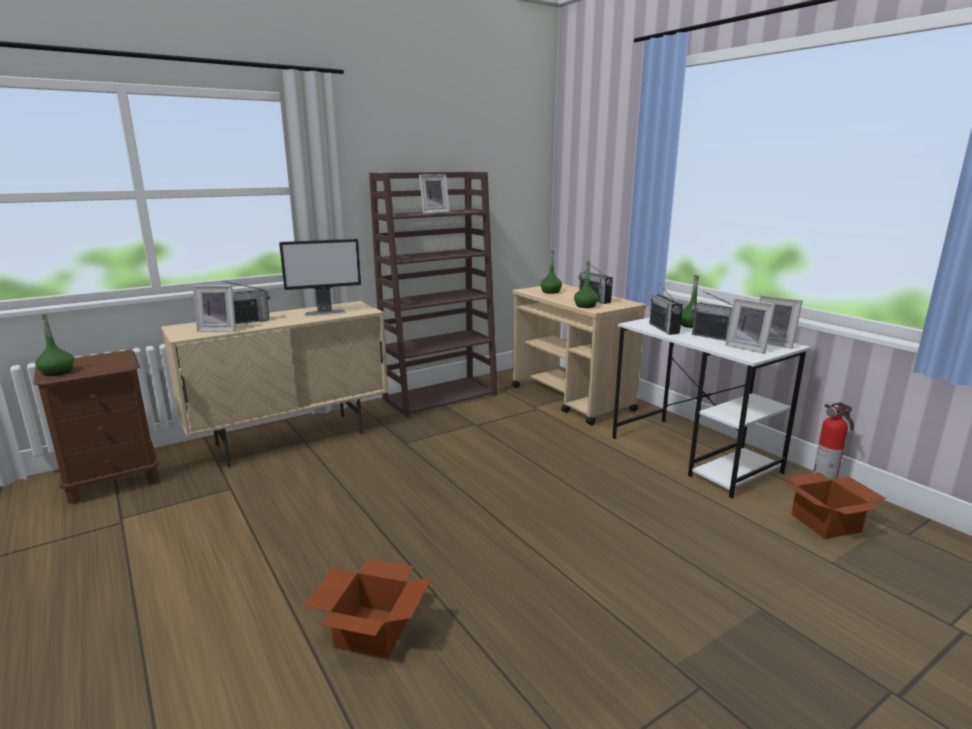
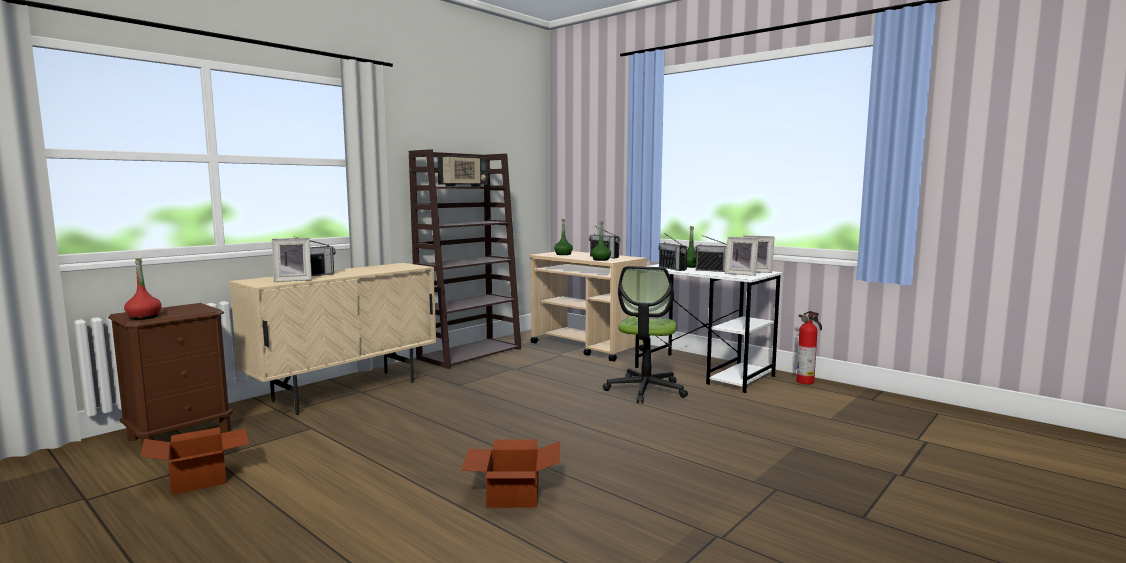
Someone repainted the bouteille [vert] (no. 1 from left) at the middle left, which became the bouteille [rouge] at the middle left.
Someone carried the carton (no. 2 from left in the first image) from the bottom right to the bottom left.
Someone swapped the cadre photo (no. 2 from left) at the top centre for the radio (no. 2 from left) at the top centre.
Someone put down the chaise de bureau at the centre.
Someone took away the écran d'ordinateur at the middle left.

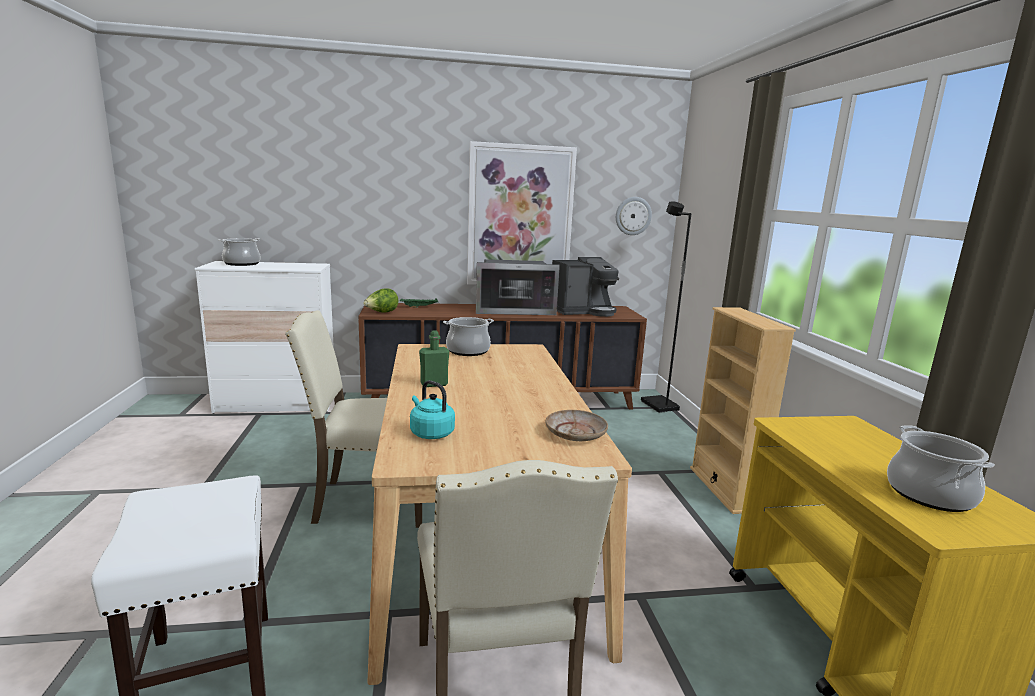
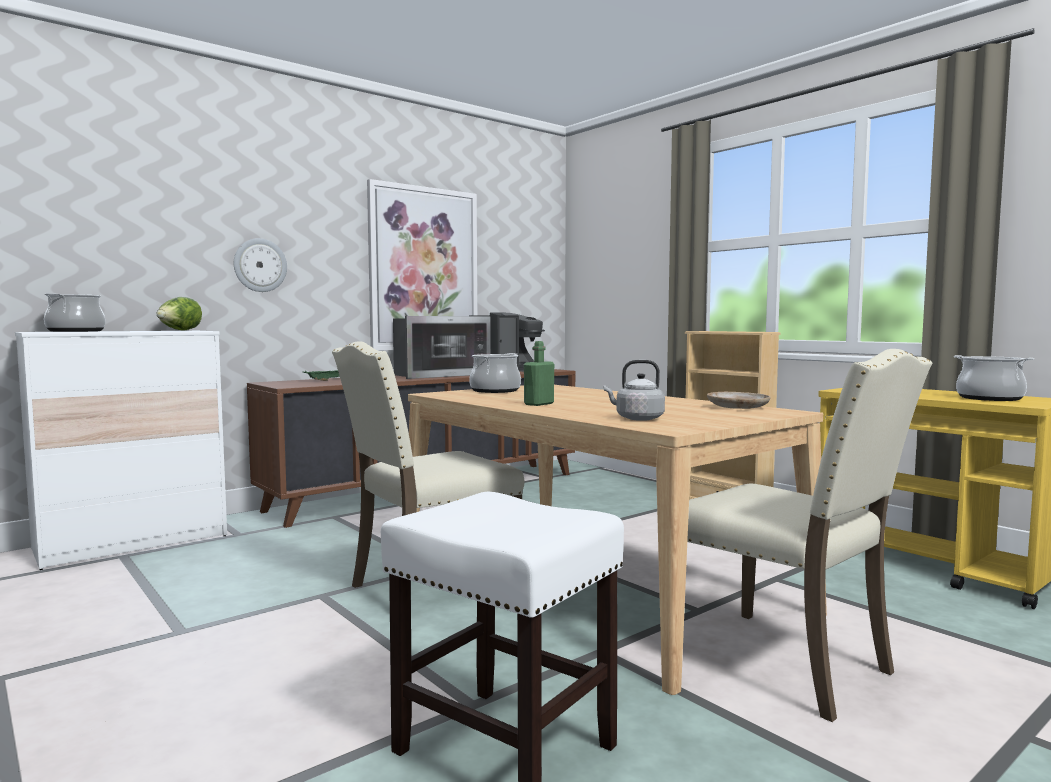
Someone carried the laitue from the centre to the middle left.
Someone carried the horloge murale from the top centre to the middle left.
Someone repainted the bouilloire [turquoise] at the centre, which became the bouilloire [gris] at the centre.
Someone took away the lampadaire [noir] at the centre.

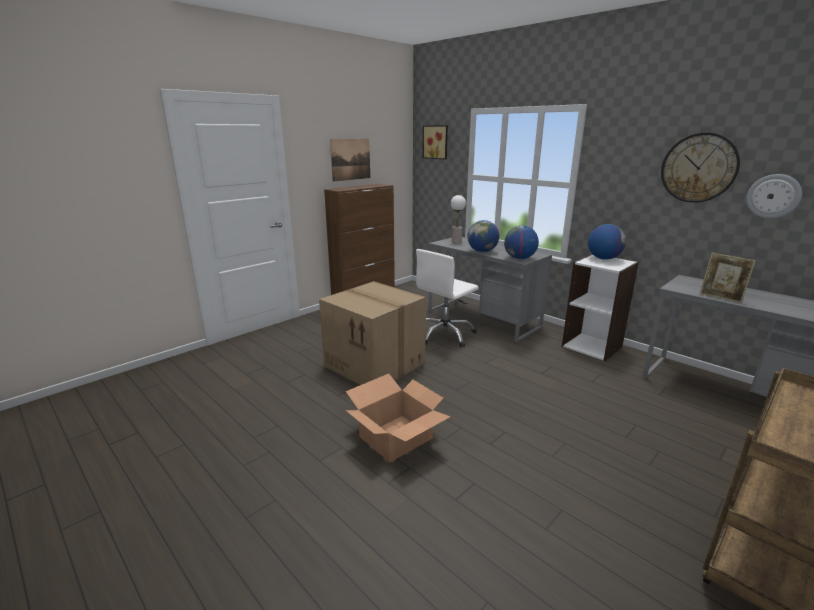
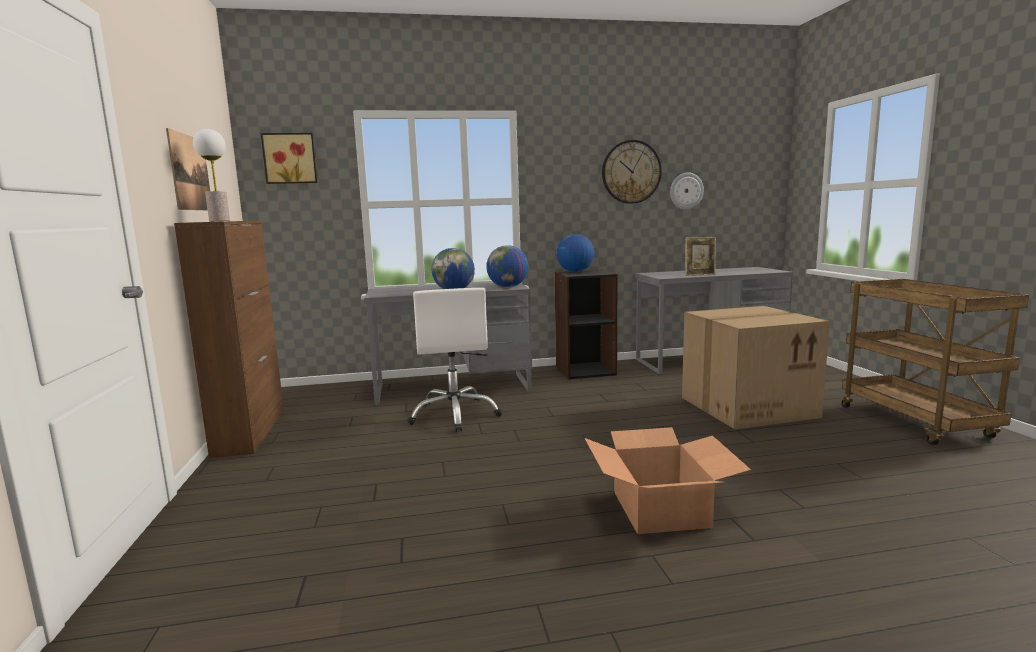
Someone carried the lampe de table from the centre to the top left.
Someone repainted the bibliothèque [blanc] at the middle right, which became the bibliothèque [noir] at the centre.
Someone carried the carton (no. 1 from left in the first image) from the centre to the middle right.

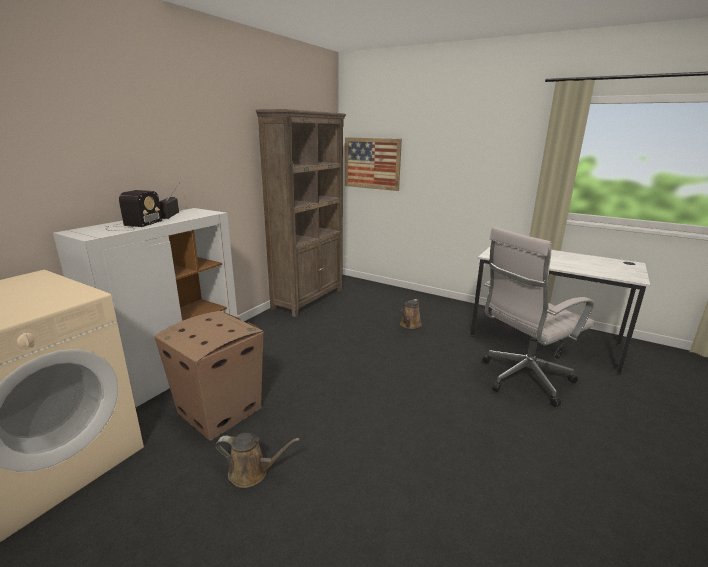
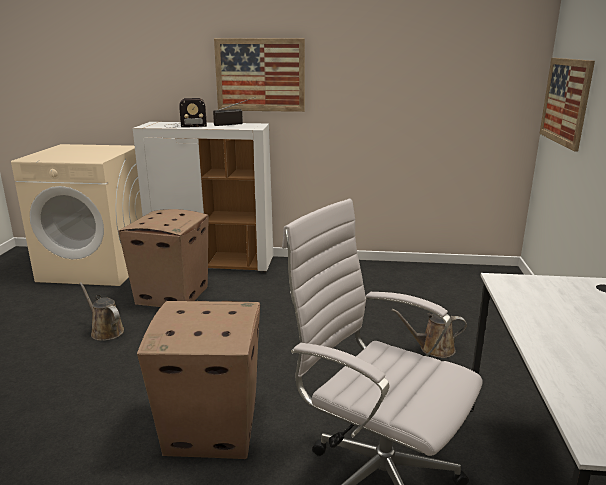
Someone rotated the arrosoir [marron] (no. 1 from left) at the bottom centre by 150 degrees clockwise.
Someone put down the carton (no. 2 from left) at the bottom left.
Someone put up the tableau (no. 1 from left) at the top centre.
Someone took away the bibliothèque [marron] at the centre.

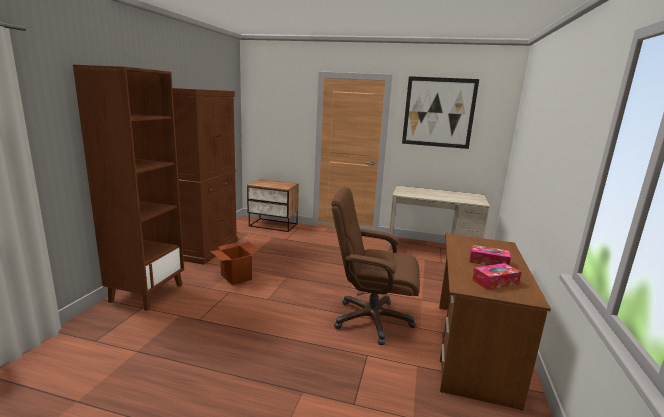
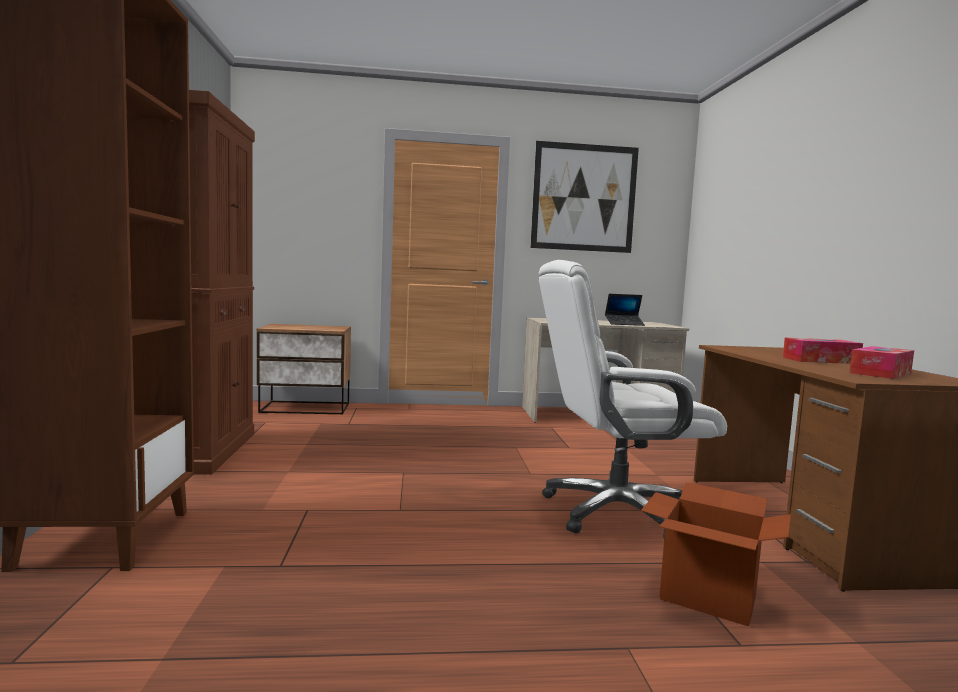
Someone repainted the chaise de bureau [marron] at the centre, which became the chaise de bureau [blanc] at the centre.
Someone put down the ordinateur portable at the centre.
Someone carried the carton from the centre to the bottom right.

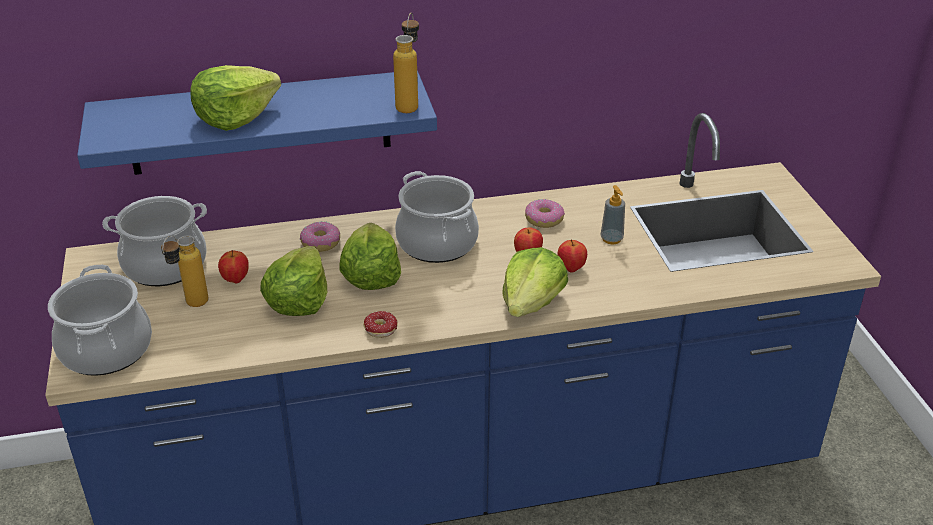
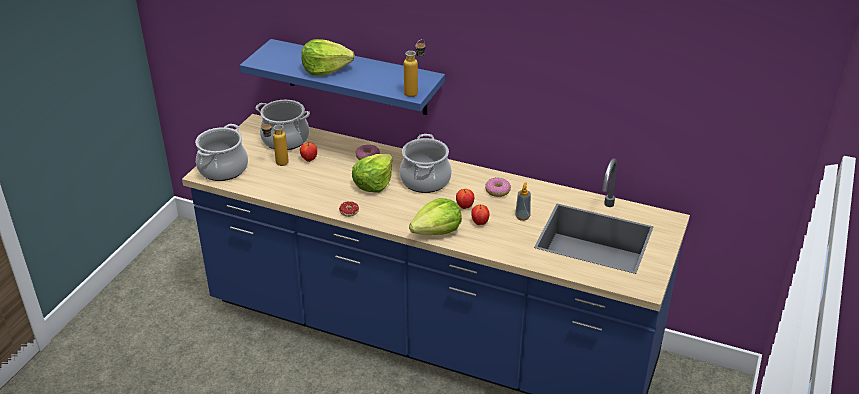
Someone took away the laitue (no. 2 from left) at the middle left.

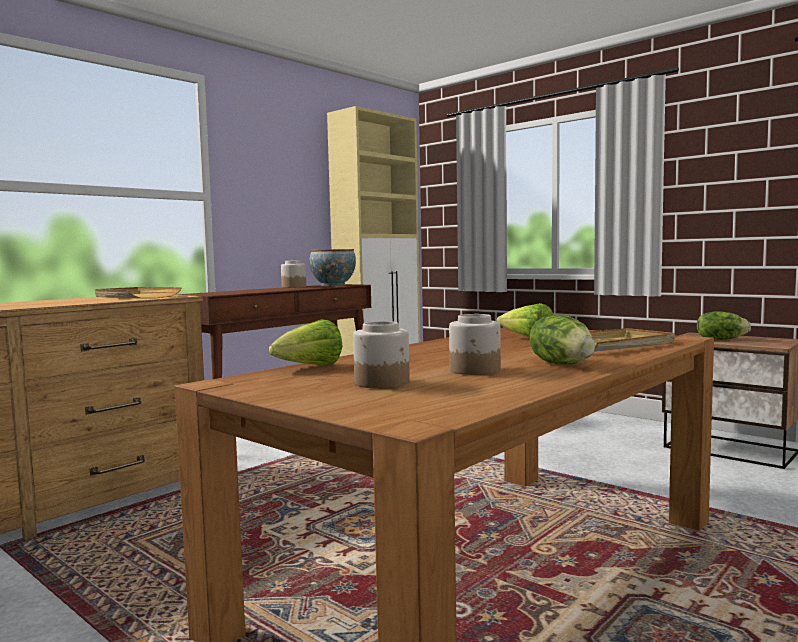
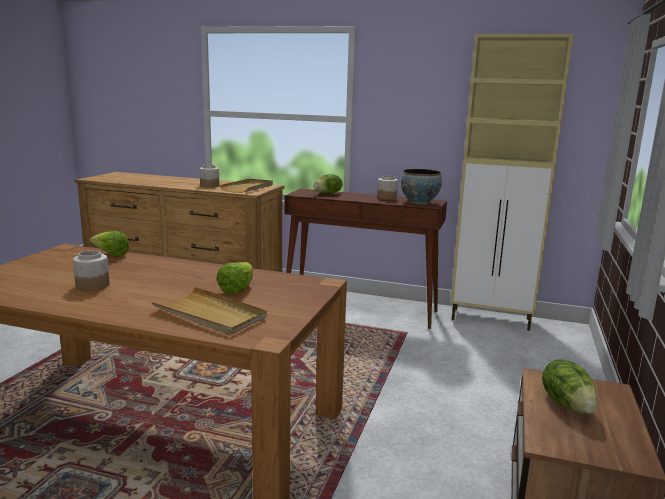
Someone carried the bocal (no. 2 from left) from the centre to the middle left.
Someone carried the laitue (no. 3 from left) from the middle right to the centre.

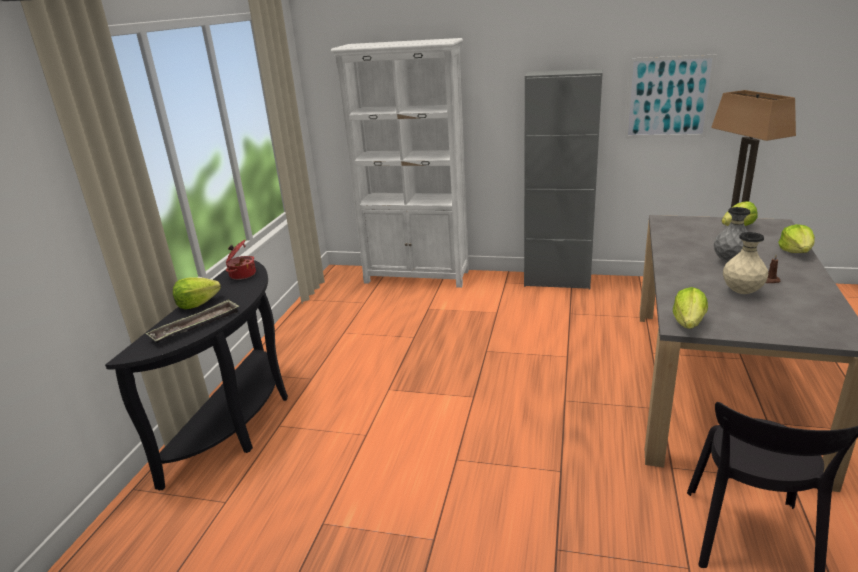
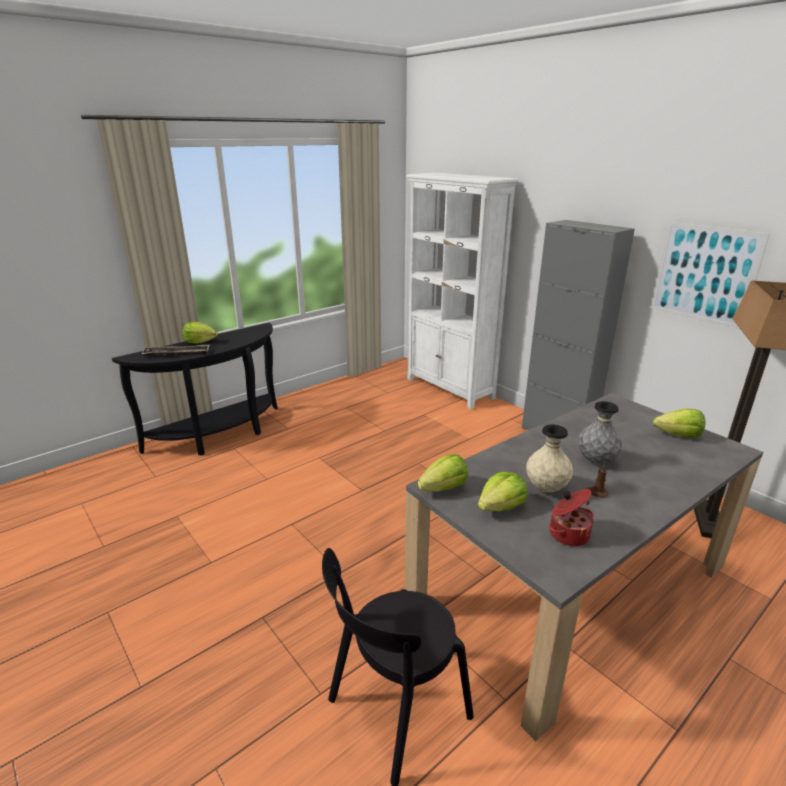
Someone carried the laitue (no. 4 from left in the first image) from the middle right to the centre.
Someone carried the marmite from the middle left to the middle right.

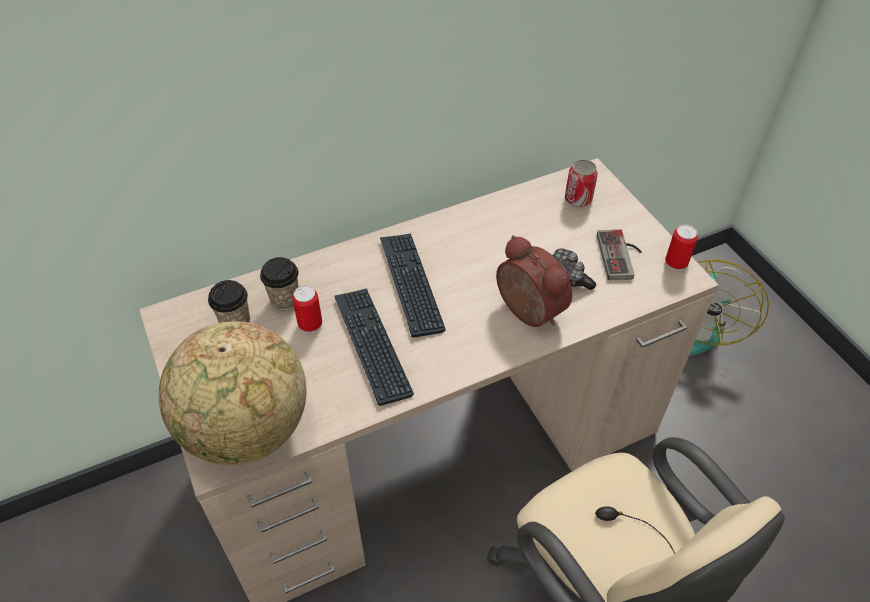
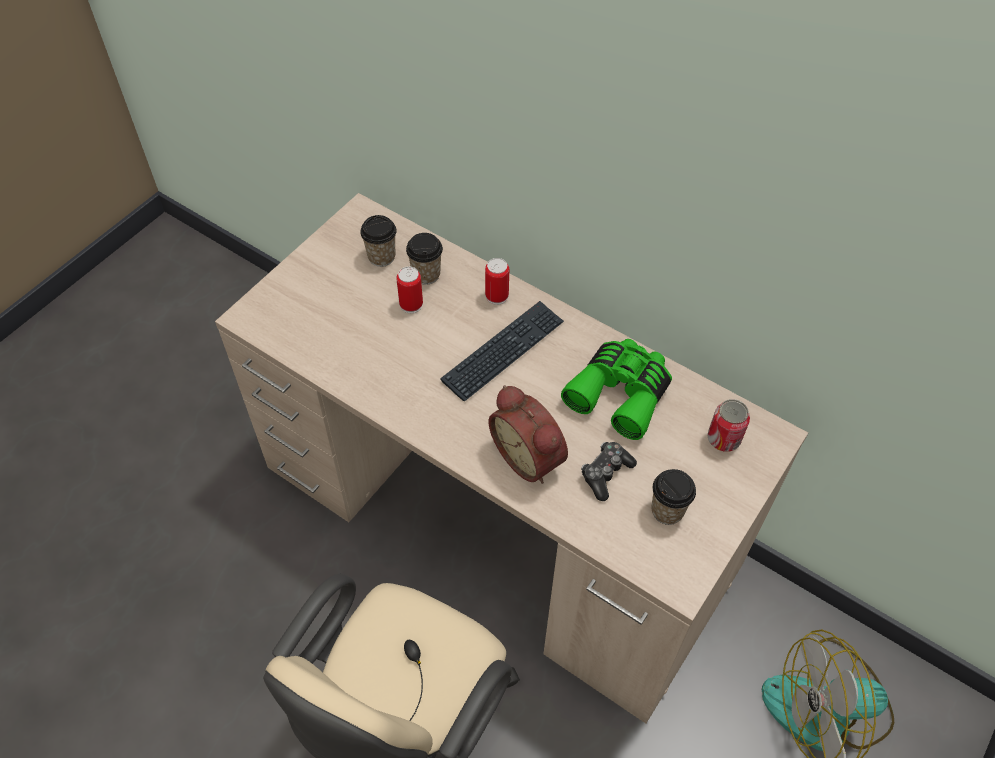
Someone carried the boîte métallique (no. 3 from left in the first image) from the middle right to the centre.
Someone rotated the réveil at the centre by 120 degrees clockwise.
Someone put down the jumelles [vert] at the centre.
Someone swapped the manette (no. 2 from left) at the middle right for the tasse (no. 3 from left) at the middle right.
Someone took away the globe at the middle left.
Someone took away the clavier (no. 1 from left) at the centre.

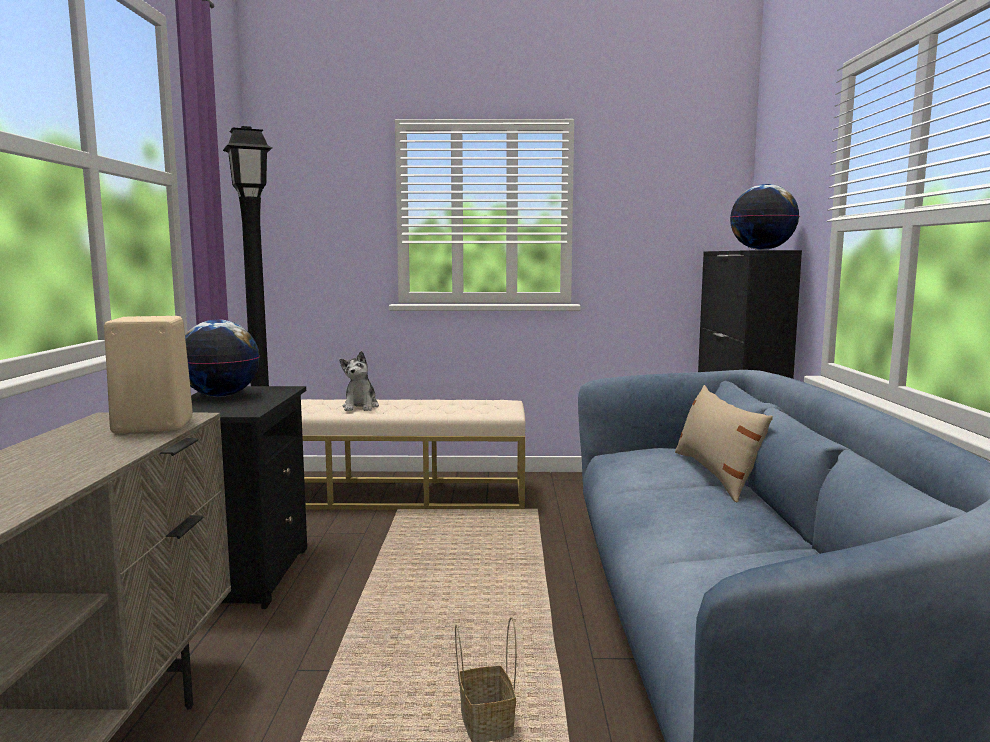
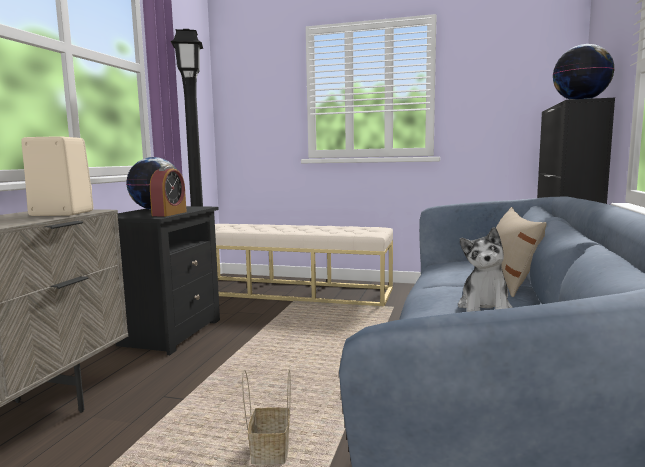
Someone put down the réveil at the middle left.
Someone carried the peluche from the centre to the middle right.

